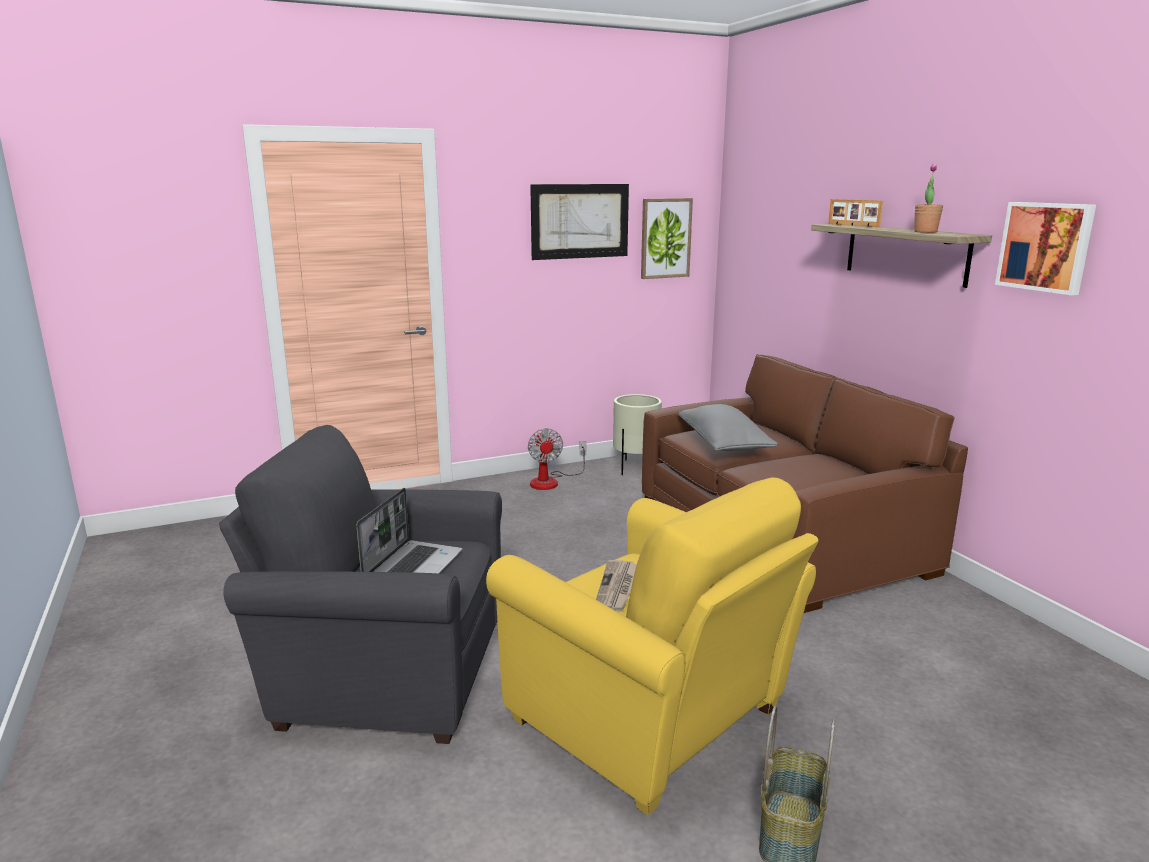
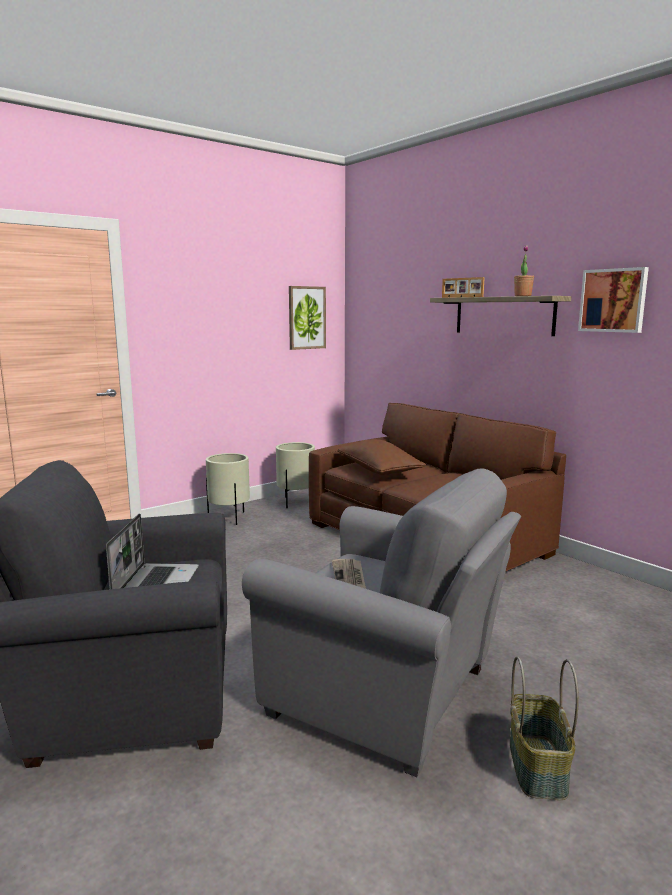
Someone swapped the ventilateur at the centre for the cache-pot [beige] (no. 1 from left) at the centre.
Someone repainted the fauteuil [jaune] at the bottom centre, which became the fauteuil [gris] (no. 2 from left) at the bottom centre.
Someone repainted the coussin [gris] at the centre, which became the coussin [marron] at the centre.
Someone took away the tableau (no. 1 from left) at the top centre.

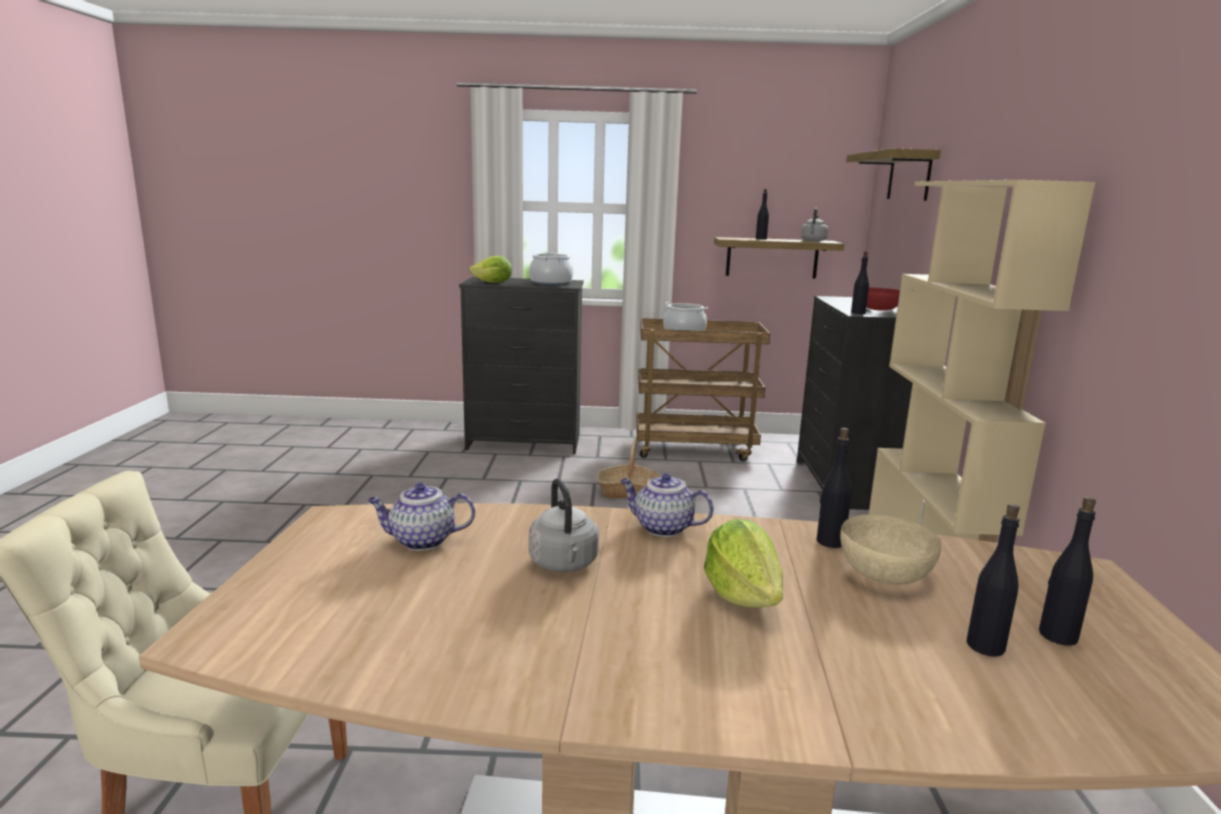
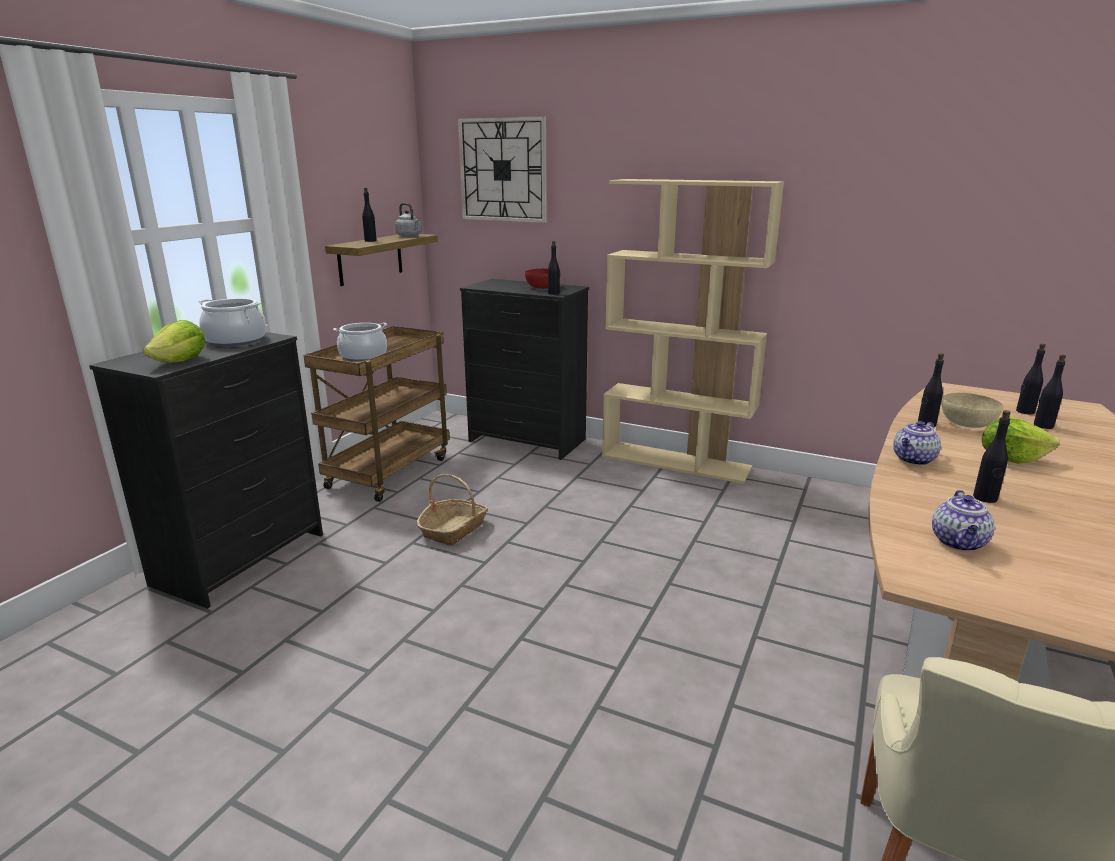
Someone swapped the étagère (no. 2 from left) at the top right for the horloge murale at the top centre.
Someone swapped the bouilloire [gris] (no. 1 from left) at the centre for the bouteille [noir] (no. 4 from left) at the middle right.

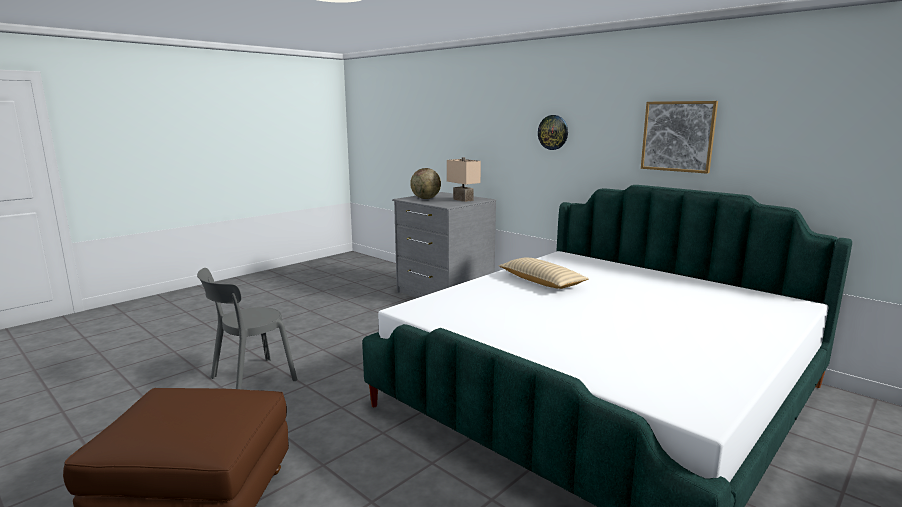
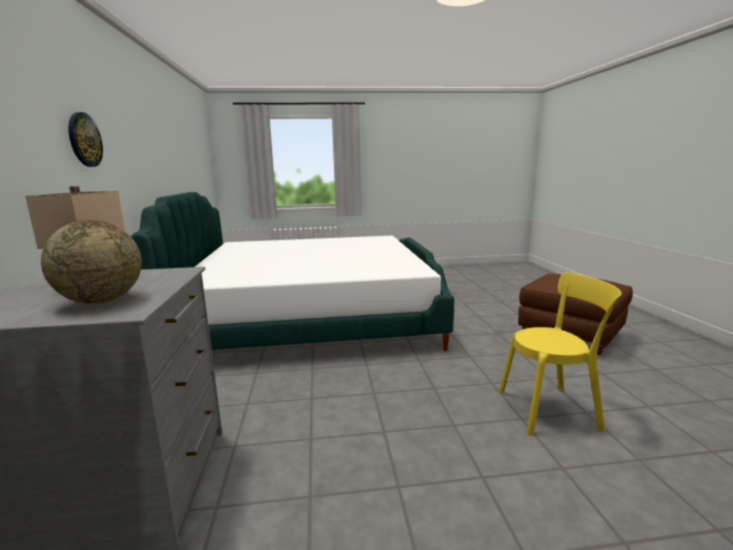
Someone repainted the chaise [gris] at the middle left, which became the chaise [jaune] at the middle right.
Someone took away the coussin [beige] at the centre.
Someone took away the tableau at the top right.

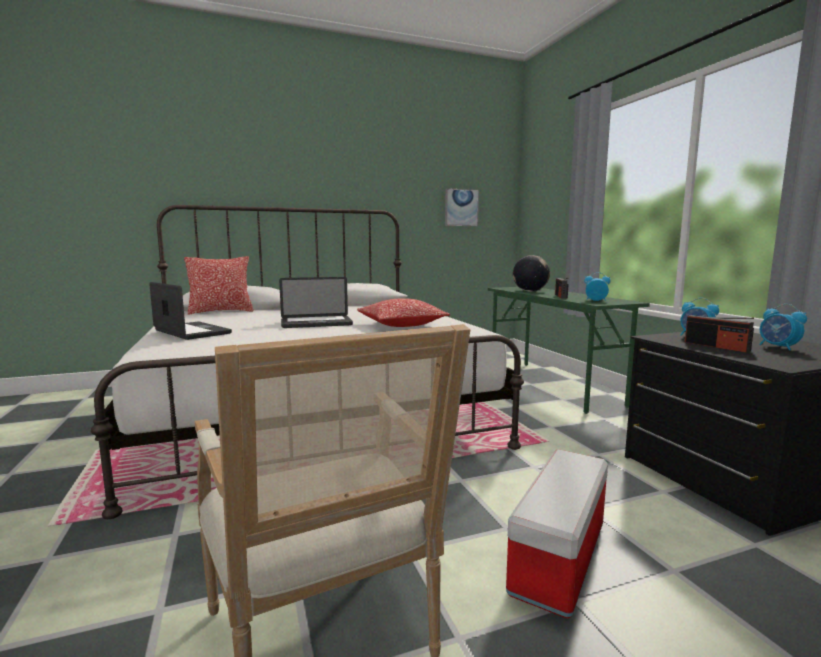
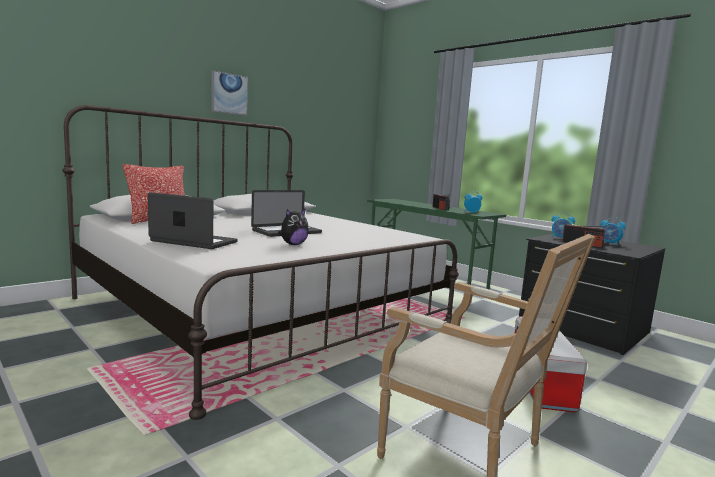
Someone carried the tableau from the top centre to the top left.
Someone put down the peluche at the centre.
Someone took away the coussin (no. 2 from left) at the centre.
Someone took away the globe at the centre.

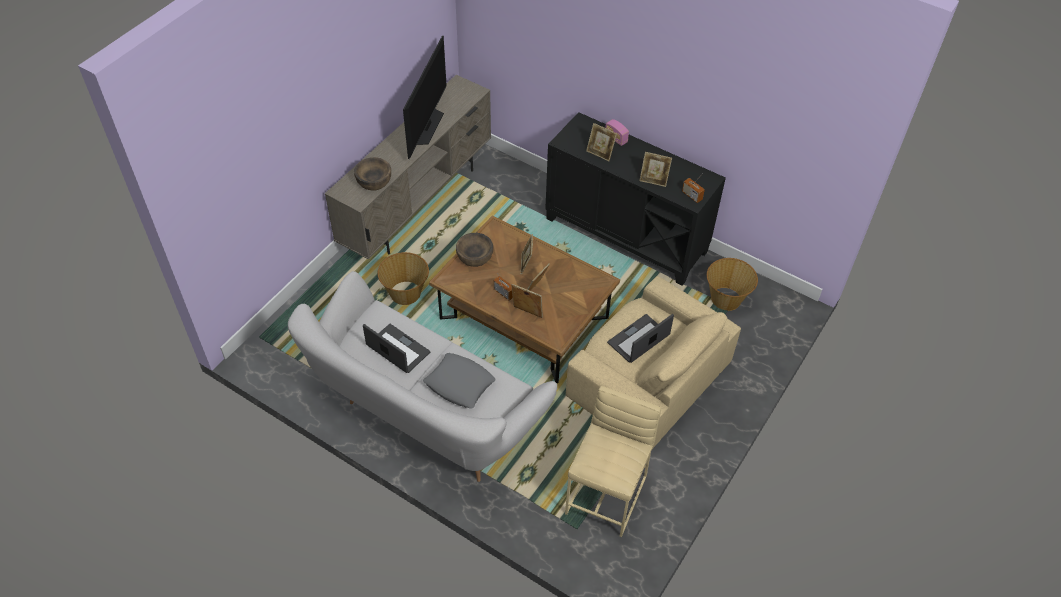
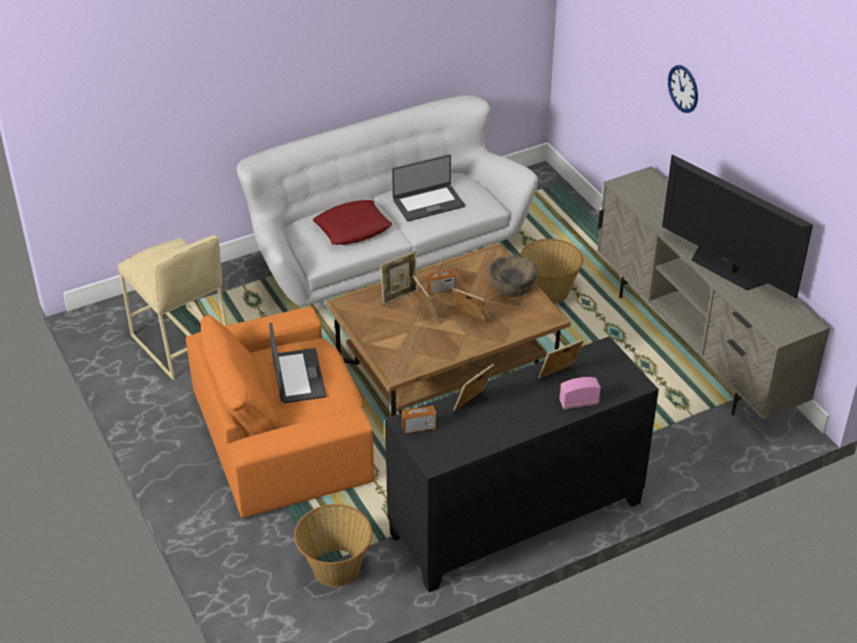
Someone repainted the fauteuil [beige] at the centre, which became the fauteuil [orange] at the middle left.
Someone repainted the coussin [gris] at the centre, which became the coussin [rouge] at the centre.
Someone put up the horloge murale at the top right.
Someone took away the bol [marron] (no. 1 from left) at the top centre.

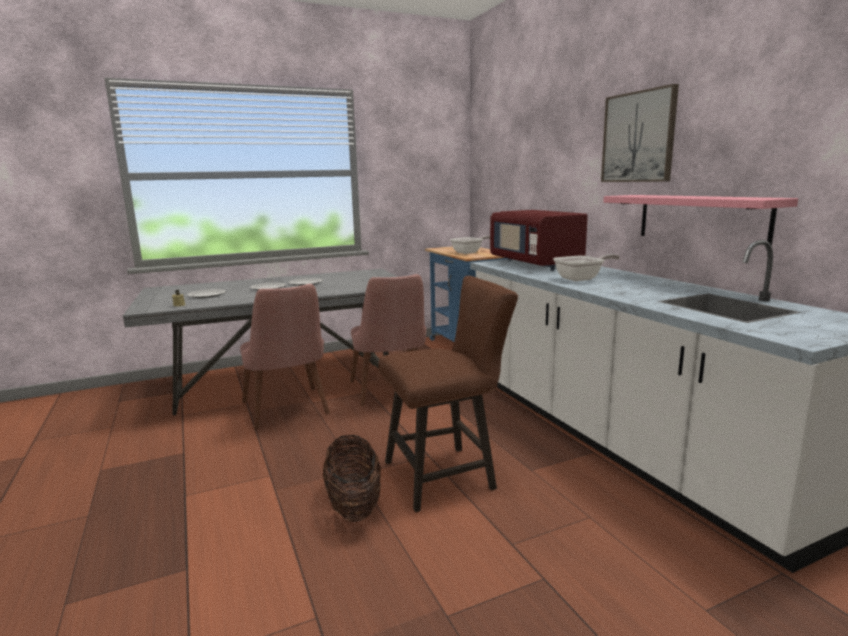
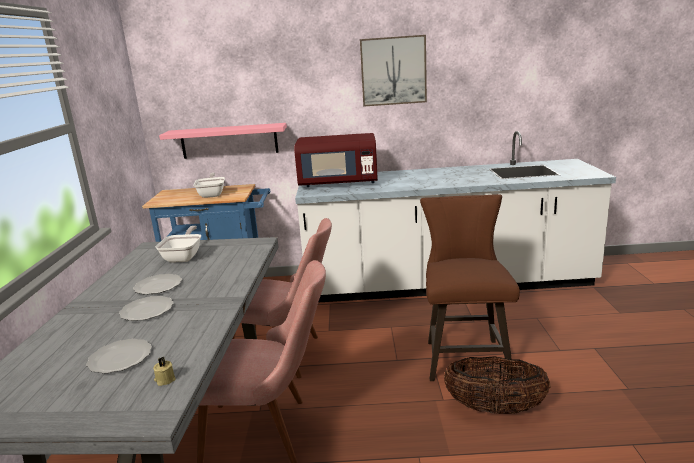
Someone carried the poêle (no. 2 from left in the first image) from the middle right to the middle left.
Someone carried the étagère [rose] from the middle right to the top left.

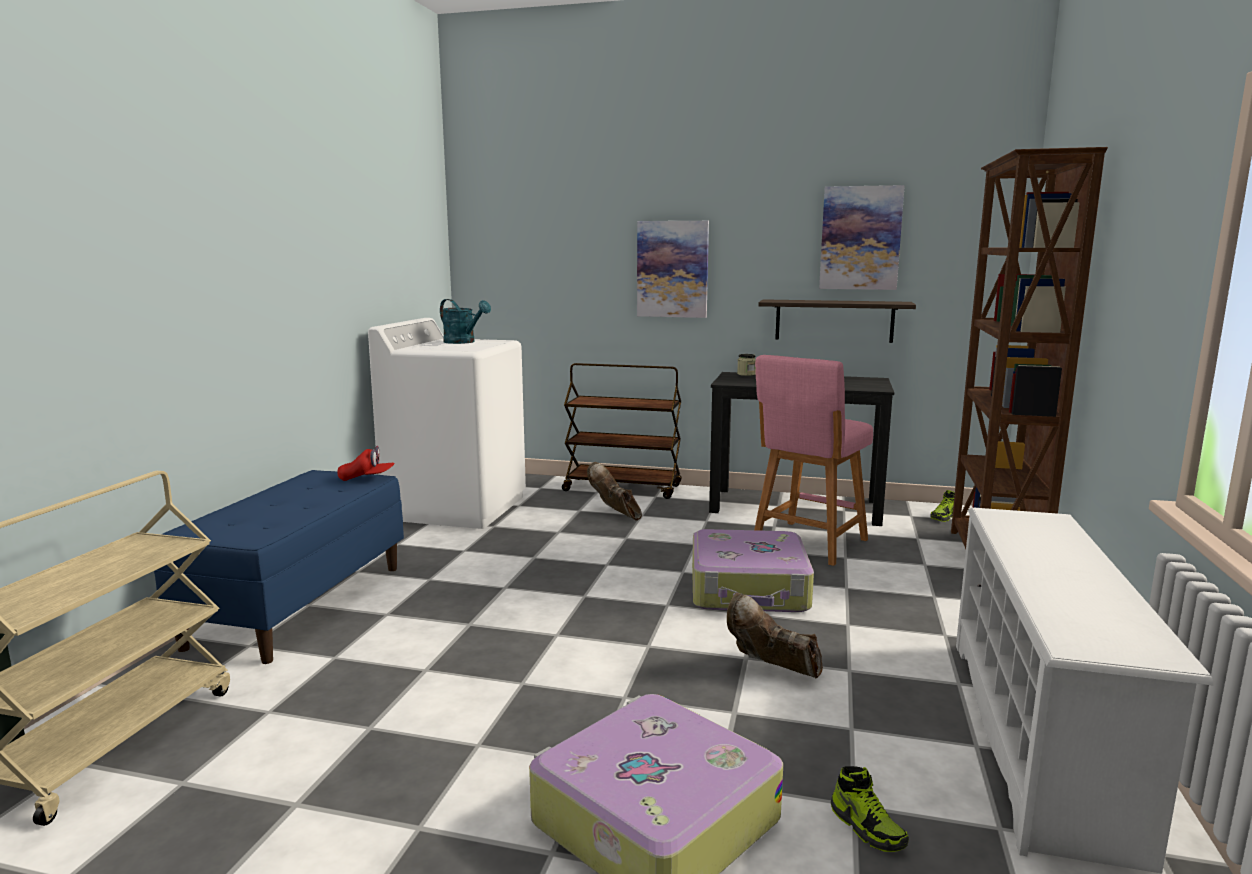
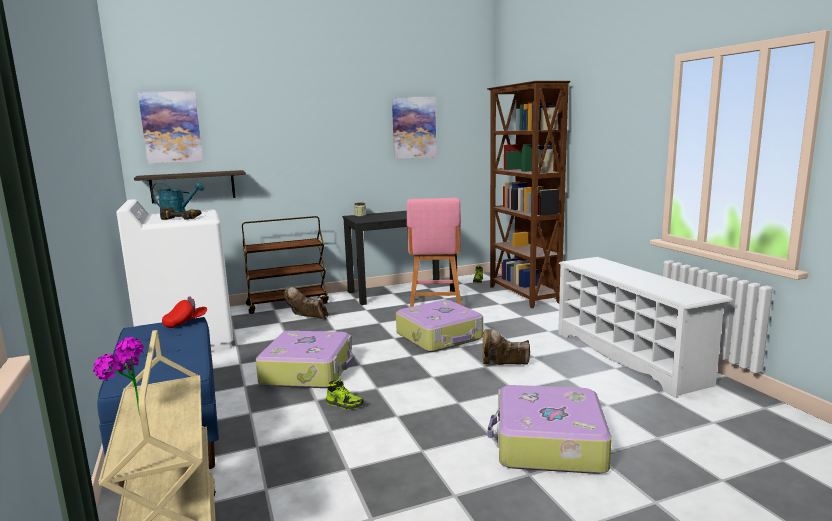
Someone put down the plante en pot at the bottom left.
Someone carried the étagère from the middle right to the middle left.
Someone carried the tableau (no. 1 from left) from the top centre to the top left.
Someone put down the perceuse at the middle left.
Someone put down the valise (no. 1 from left) at the bottom centre.
Someone carried the chaussure (no. 1 from left) from the bottom right to the bottom centre.

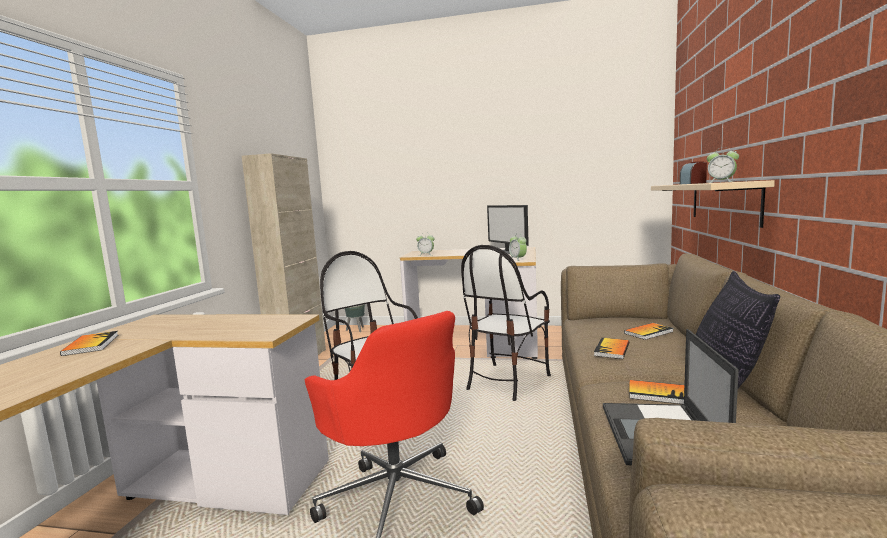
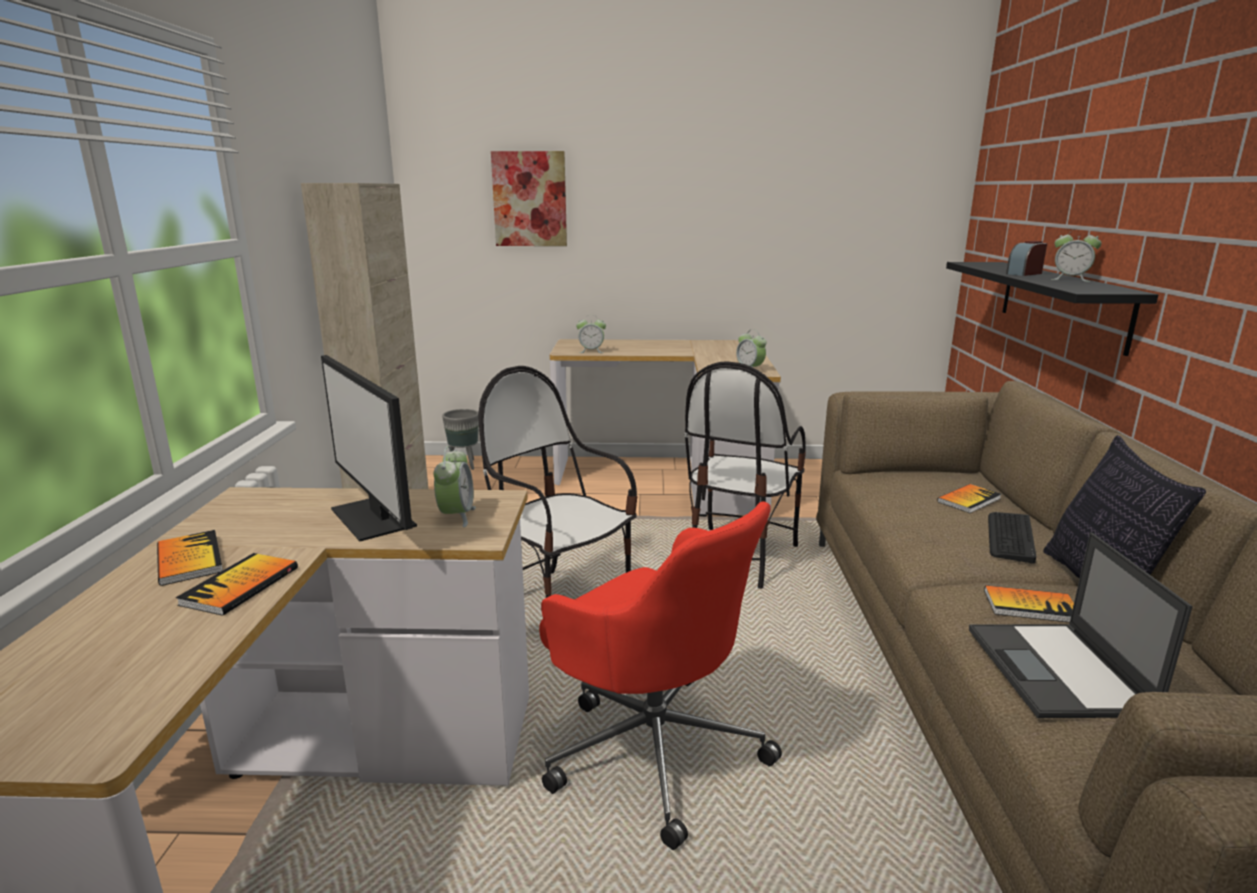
Someone carried the livre (no. 2 from left) from the middle right to the middle left.
Someone carried the écran d'ordinateur from the centre to the middle left.
Someone put down the réveil (no. 1 from left) at the centre.
Someone put up the tableau at the top centre.
Someone repainted the étagère [beige] at the middle right, which became the étagère [noir] at the middle right.
Someone put down the clavier at the middle right.

